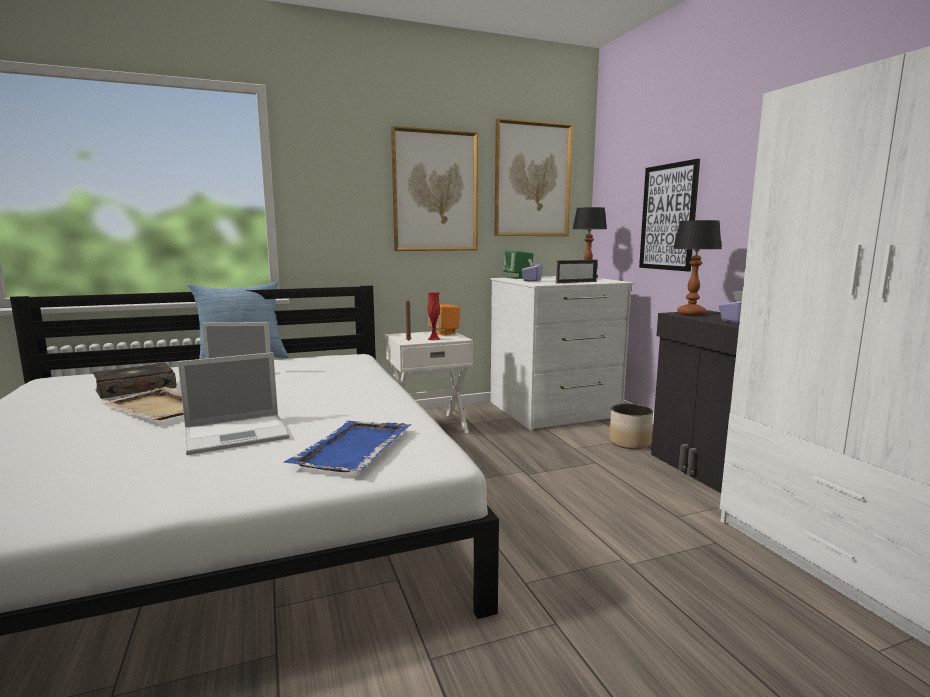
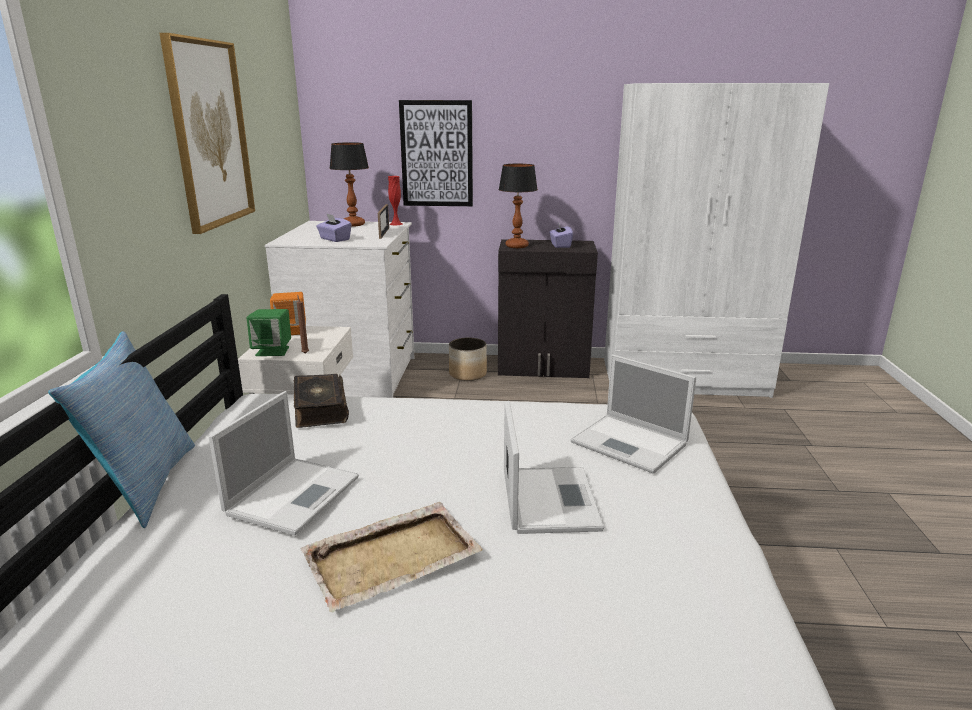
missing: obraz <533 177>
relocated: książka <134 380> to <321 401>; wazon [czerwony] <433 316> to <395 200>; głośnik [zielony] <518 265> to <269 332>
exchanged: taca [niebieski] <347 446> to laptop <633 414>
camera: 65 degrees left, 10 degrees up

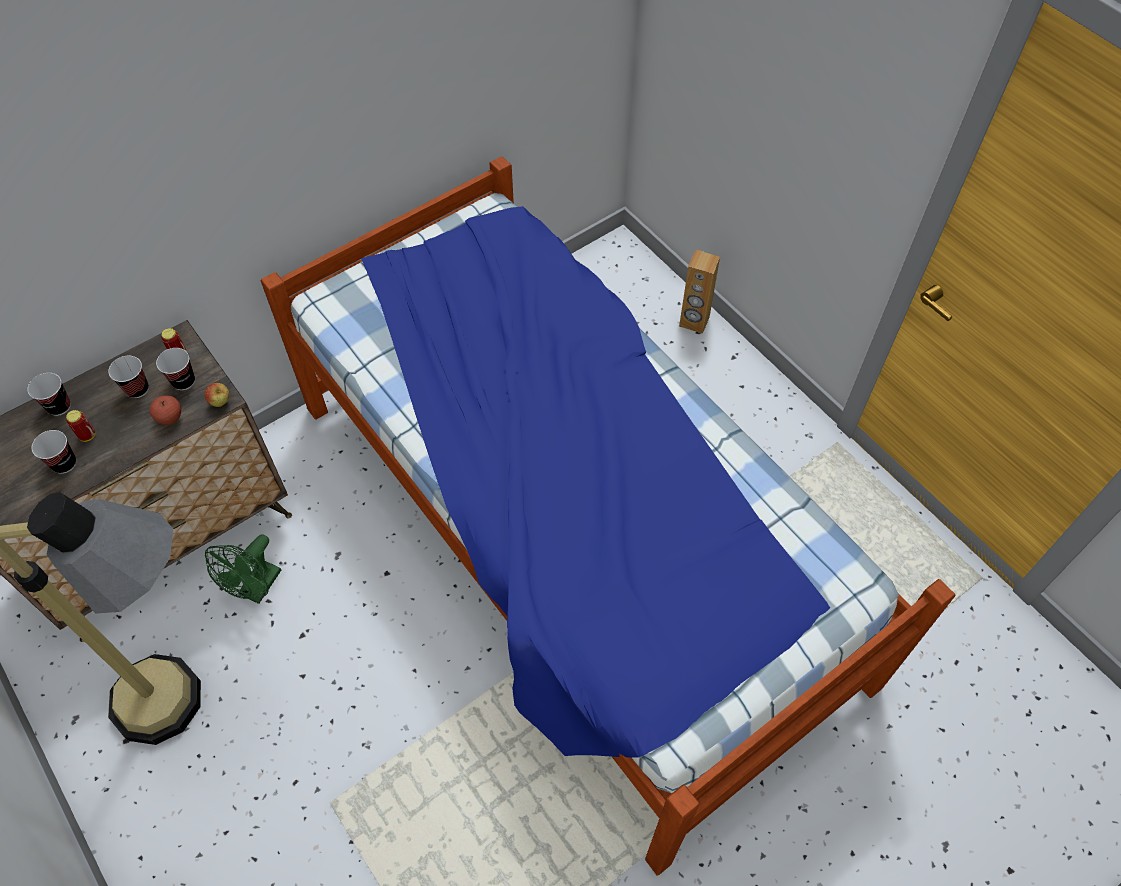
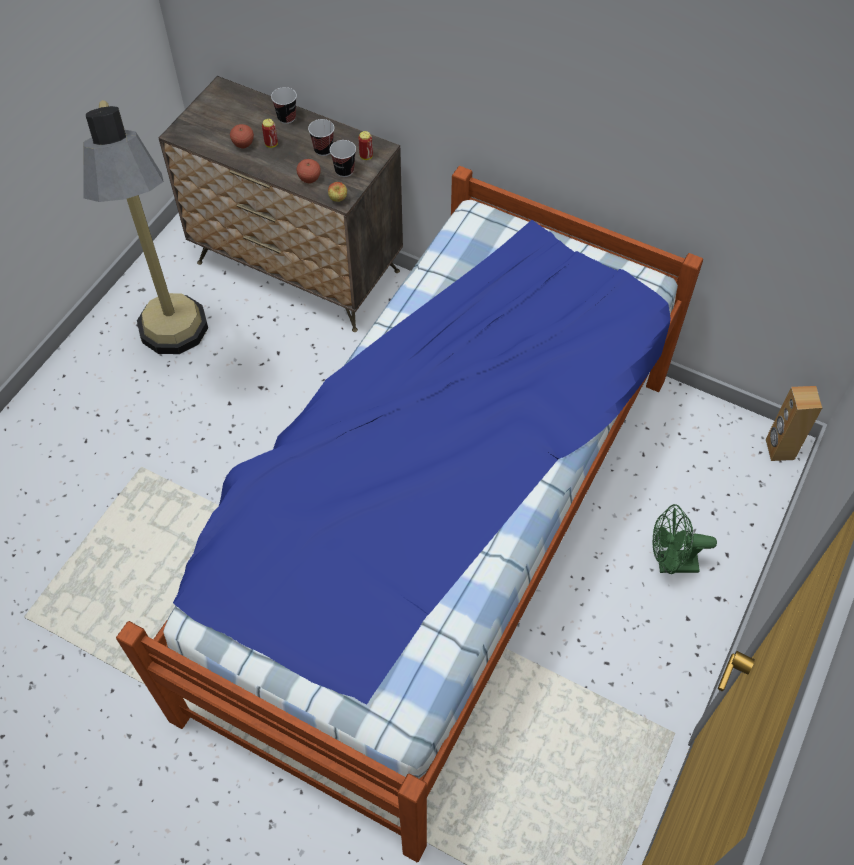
relocated: wentylator [zielony] <243 569> to <684 539>; głośnik [brązowy] <699 292> to <794 423>
exchanged: filiżanka <54 452> to jabłko <242 136>
camera: 65 degrees right, 0 degrees up

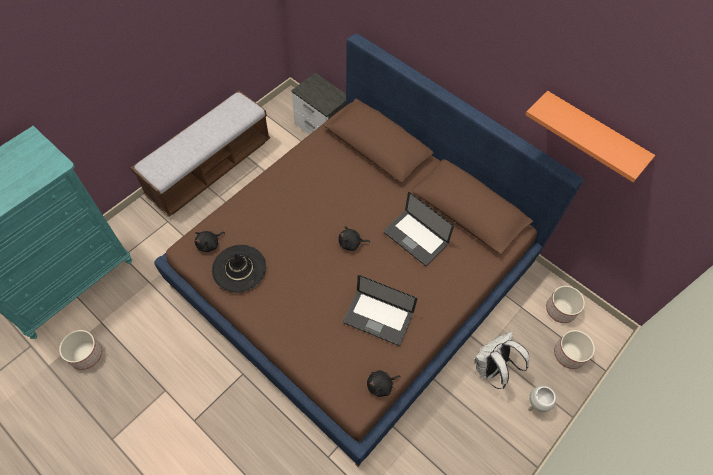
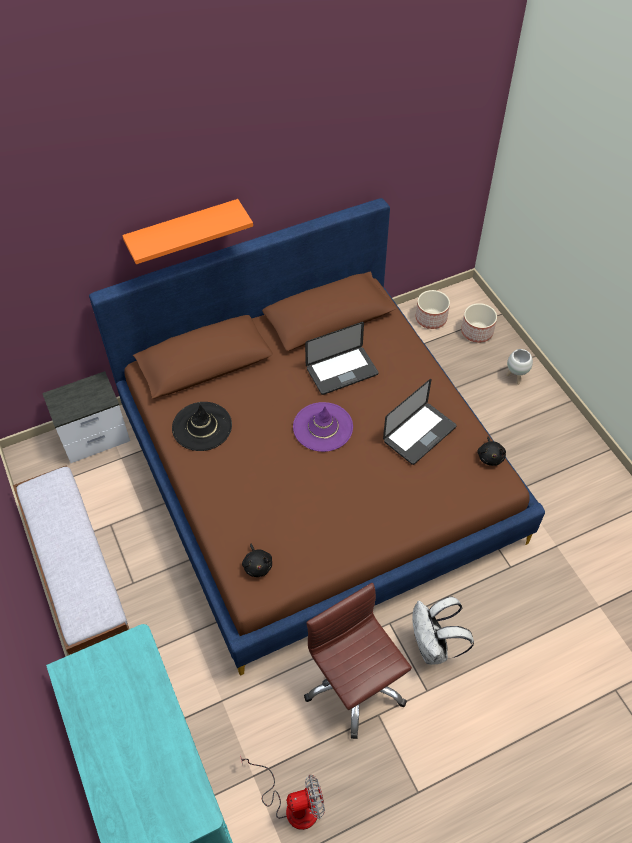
appeared: krzesło biurowe [brązowy] <358 661>
relocated: kapelusz [czarny] <239 269> to <202 426>; plecak [biały] <502 360> to <443 630>; półka [pomarańczowy] <590 136> to <187 231>
exchanged: donica <81 350> to wentylator <282 792>; pluszak [czarny] <354 238> to kapelusz [fioletowy] <323 427>
camera: 65 degrees left, 5 degrees down

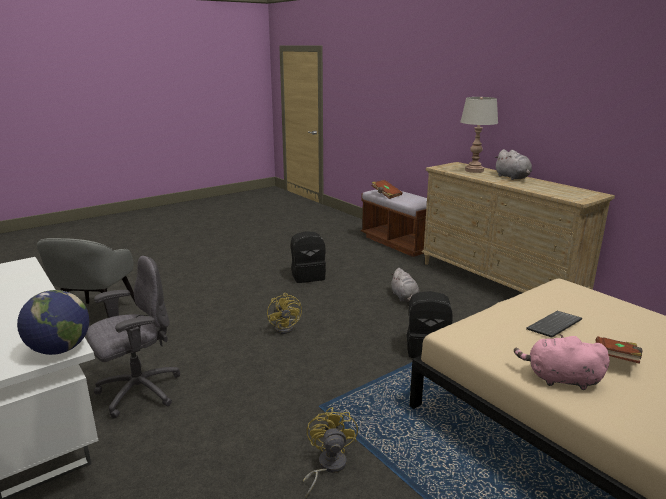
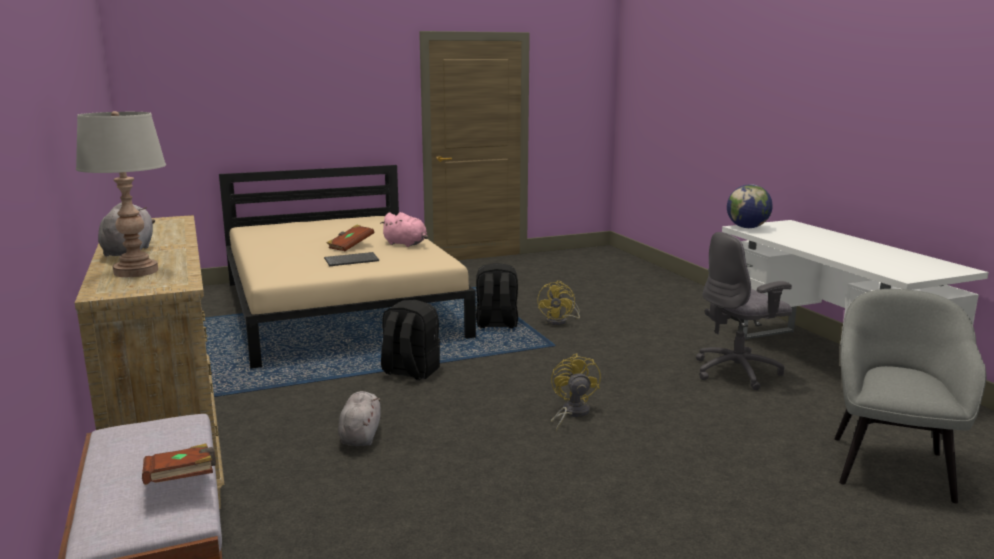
relocated: plecak [czarny] <308 257> to <497 295>
camera: 165 degrees left, 5 degrees down

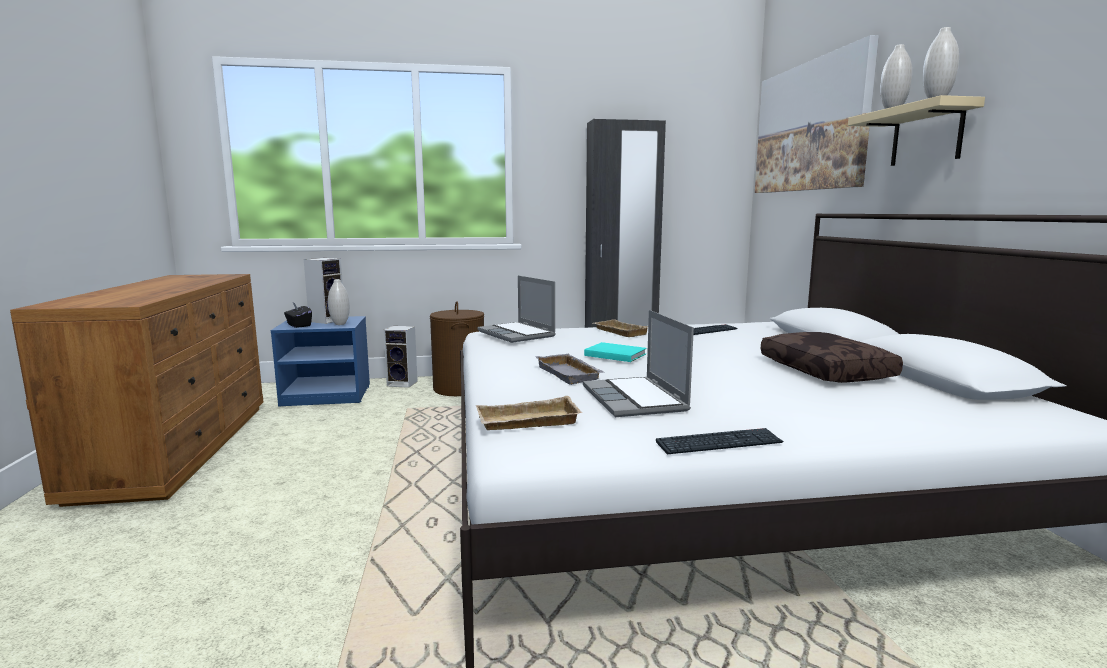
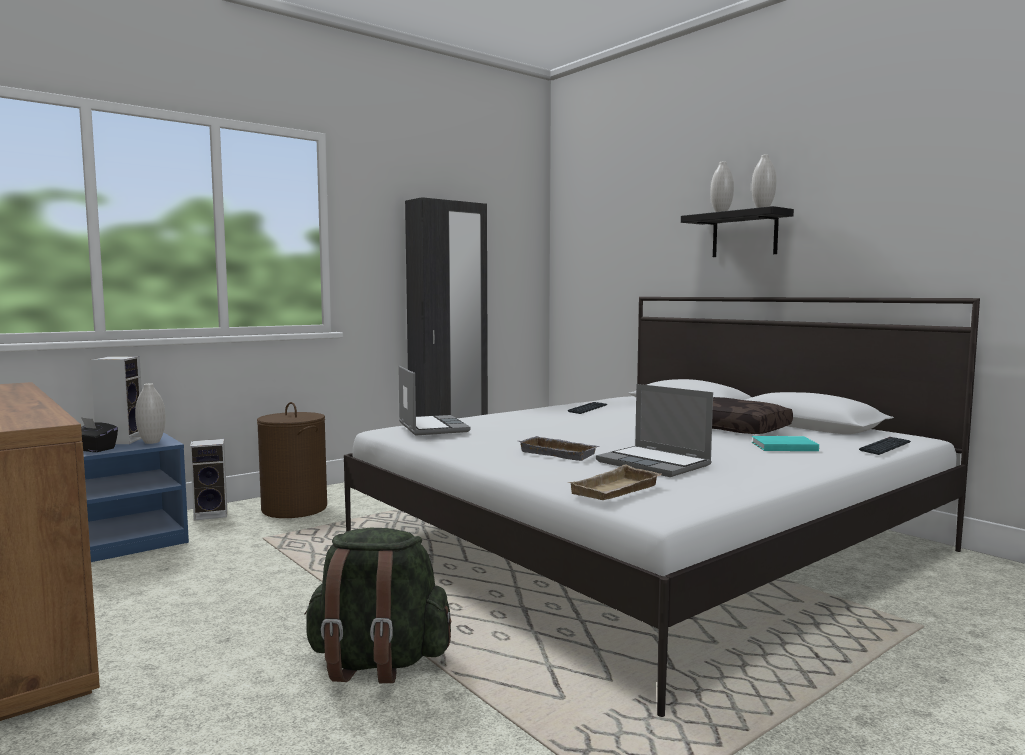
missing: taca [beżowy] <620 328>; obraz <817 114>
appeared: plecak [zielony] <377 605>
relocated: książka [turkusowy] <615 352> to <785 443>; klawiatura <719 441> to <885 446>
colour: półka [beżowy] <916 130> to półka [czarny] <737 231>
spun: laptop <516 309> = <434 401> 135 degrees counterclockwise
camera: 30 degrees left, 5 degrees down

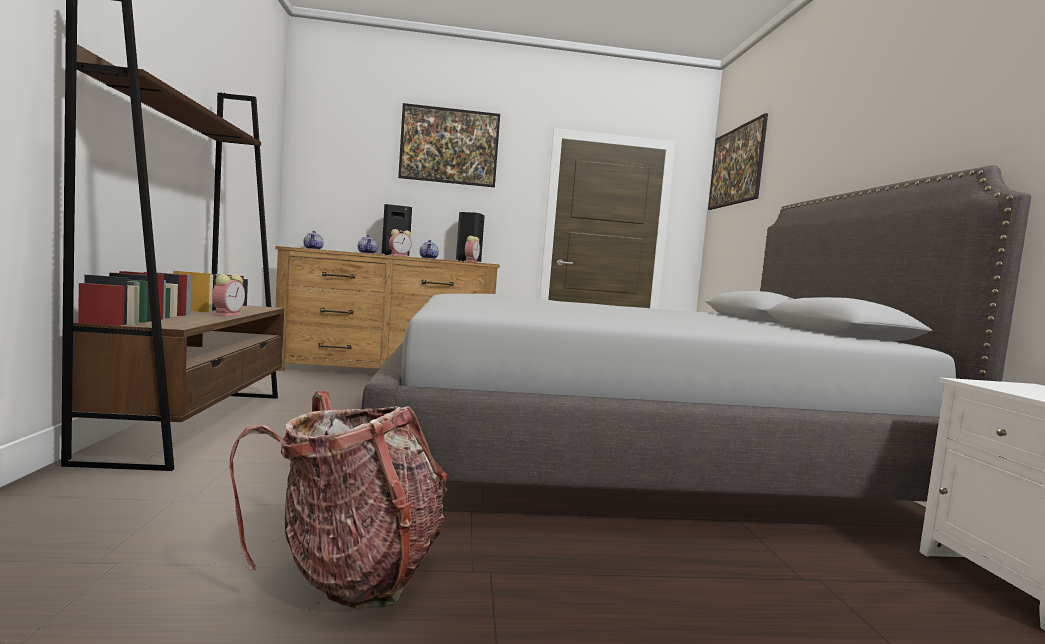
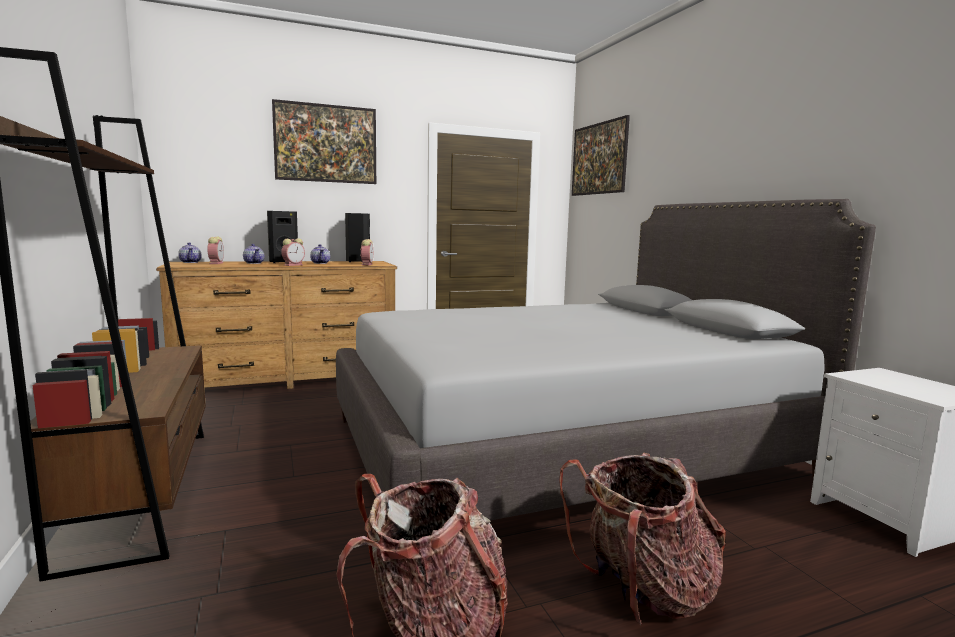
appeared: plecak <642 539>
relocated: budzik <228 295> to <215 250>
camera: 15 degrees left, 5 degrees up

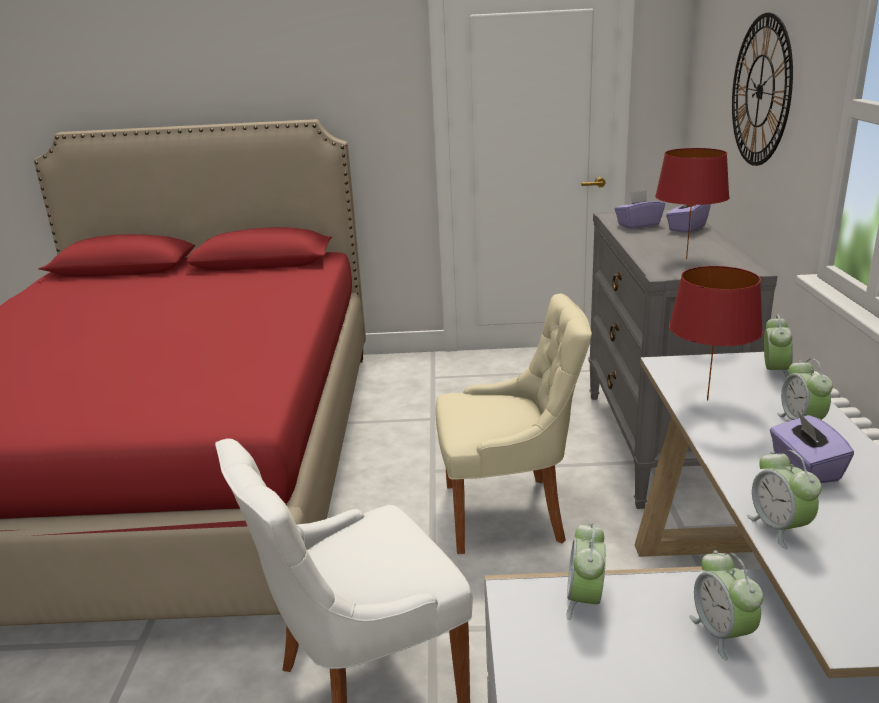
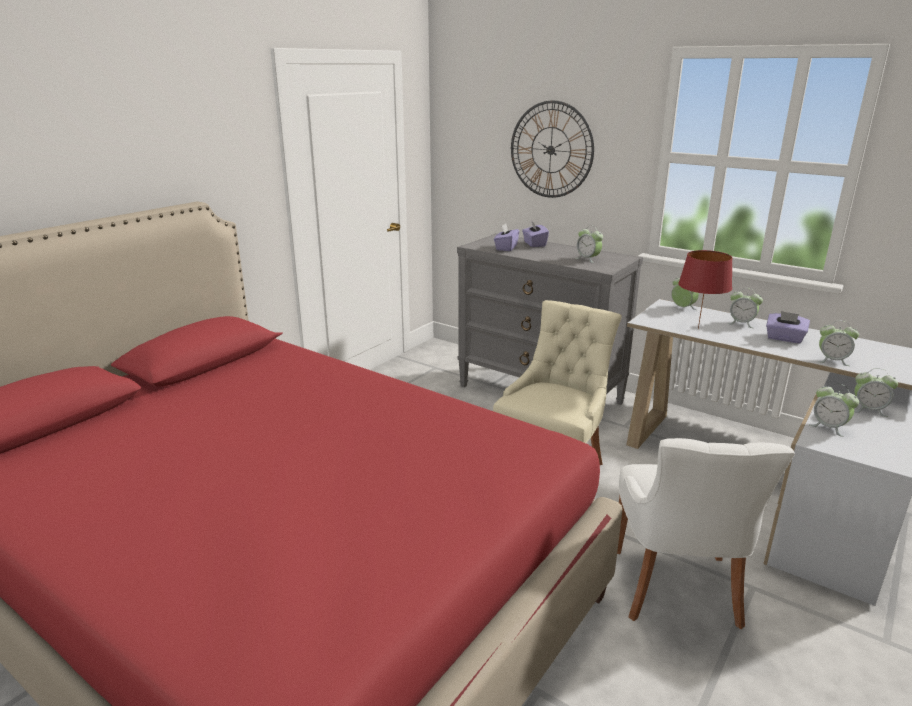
exchanged: lampa stołowa [czerwony] <692 203> to budzik <589 244>
camera: 55 degrees left, 0 degrees up

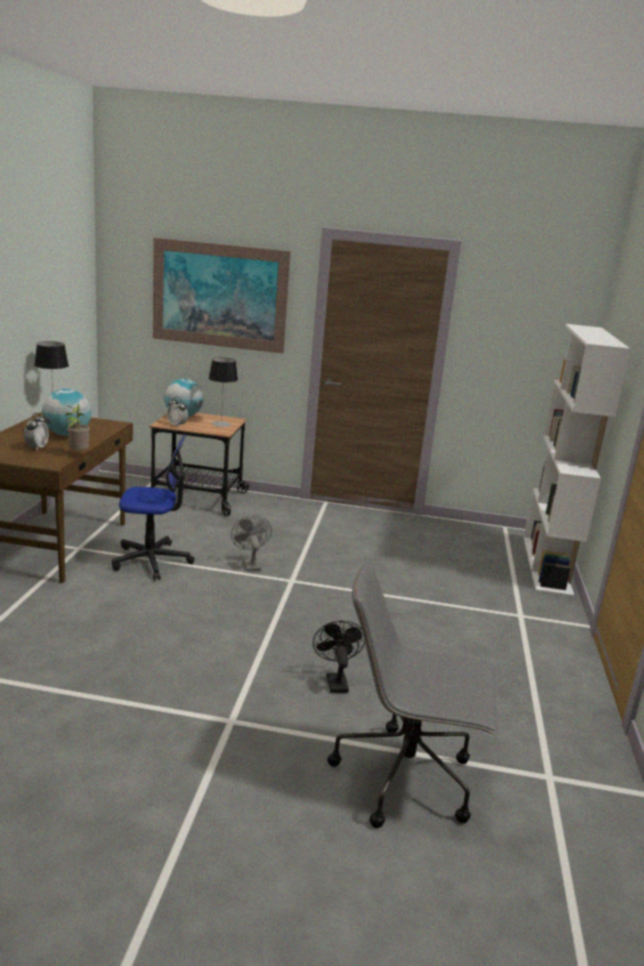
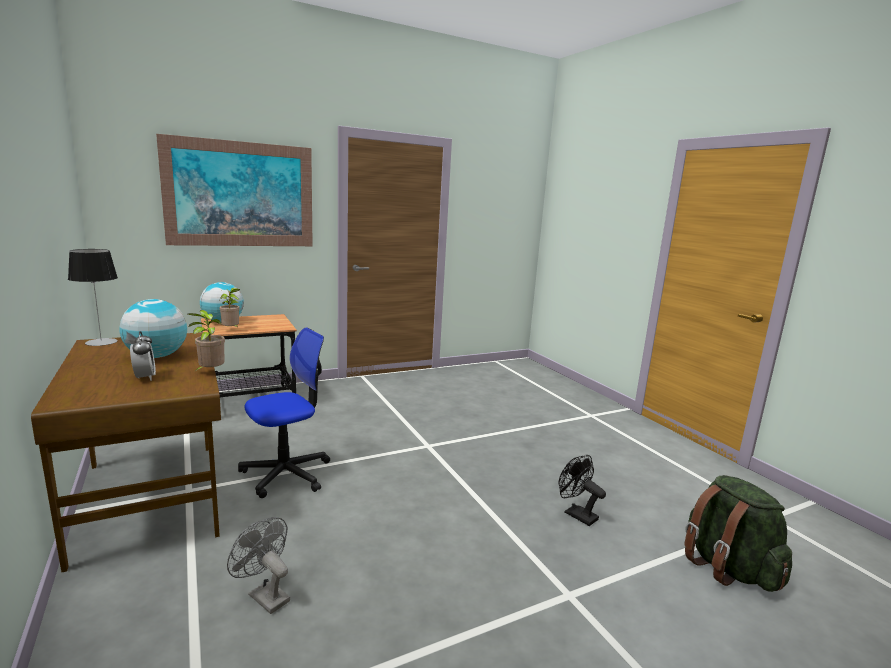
missing: lampa stołowa <223 392>; regał [biały] <576 460>
relocated: wentylator [szary] <251 544> to <258 565>
exchanged: budzik <177 412> to roślina doniczkowa <230 307>; krzesło biurowe [szary] <413 695> to plecak [zielony] <738 533>
camera: 35 degrees left, 5 degrees down

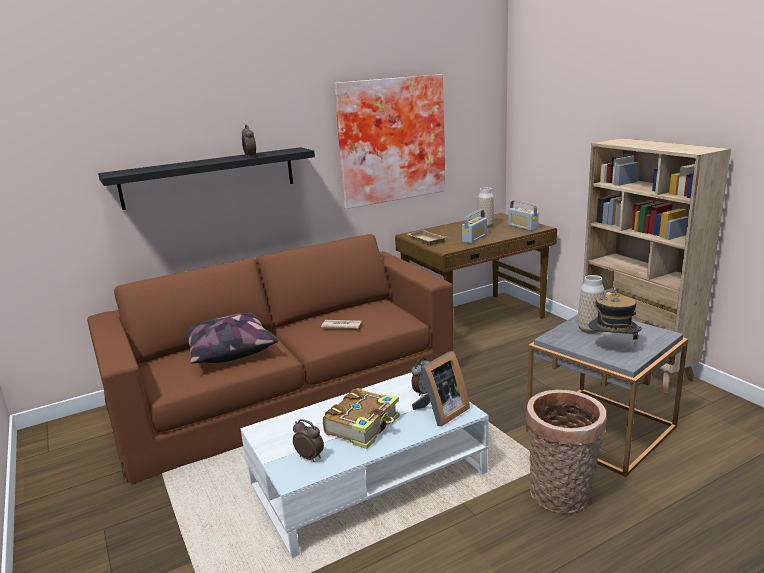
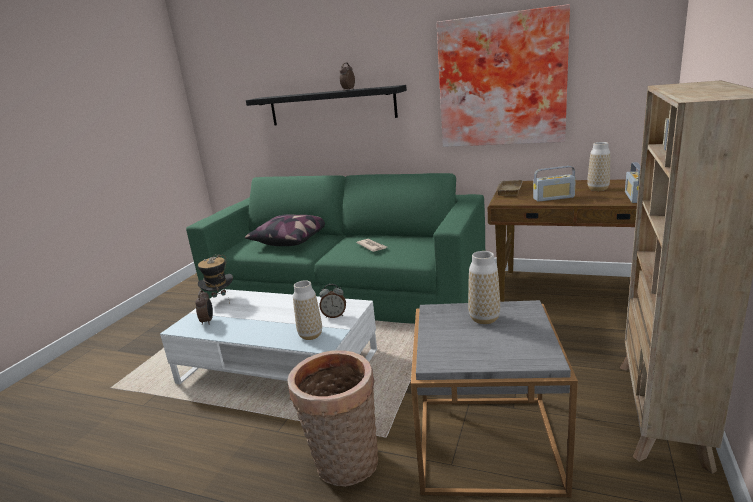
missing: książka <361 418>
relocated: kapelusz <615 317> to <215 279>
exchanged: ramka na zdjęcie <441 388> to wazon <307 310>
colour: kanapa [brązowy] <270 359> to kanapa [zielony] <335 248>
camera: 50 degrees right, 0 degrees up

